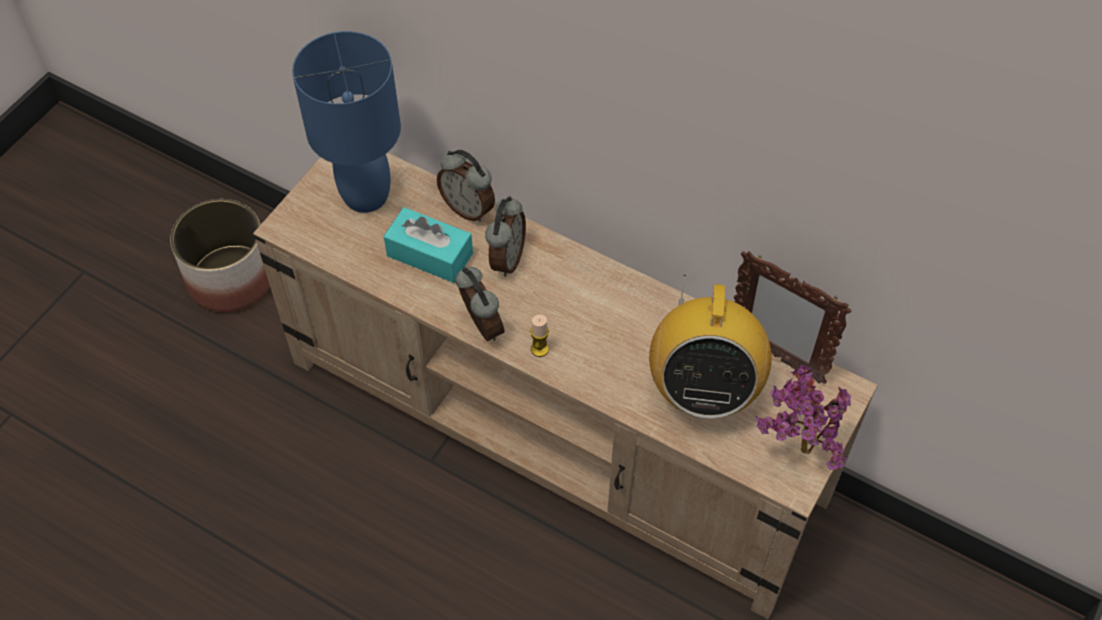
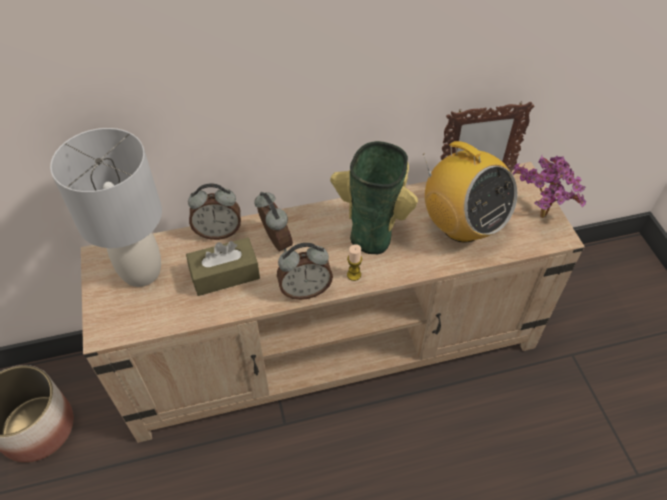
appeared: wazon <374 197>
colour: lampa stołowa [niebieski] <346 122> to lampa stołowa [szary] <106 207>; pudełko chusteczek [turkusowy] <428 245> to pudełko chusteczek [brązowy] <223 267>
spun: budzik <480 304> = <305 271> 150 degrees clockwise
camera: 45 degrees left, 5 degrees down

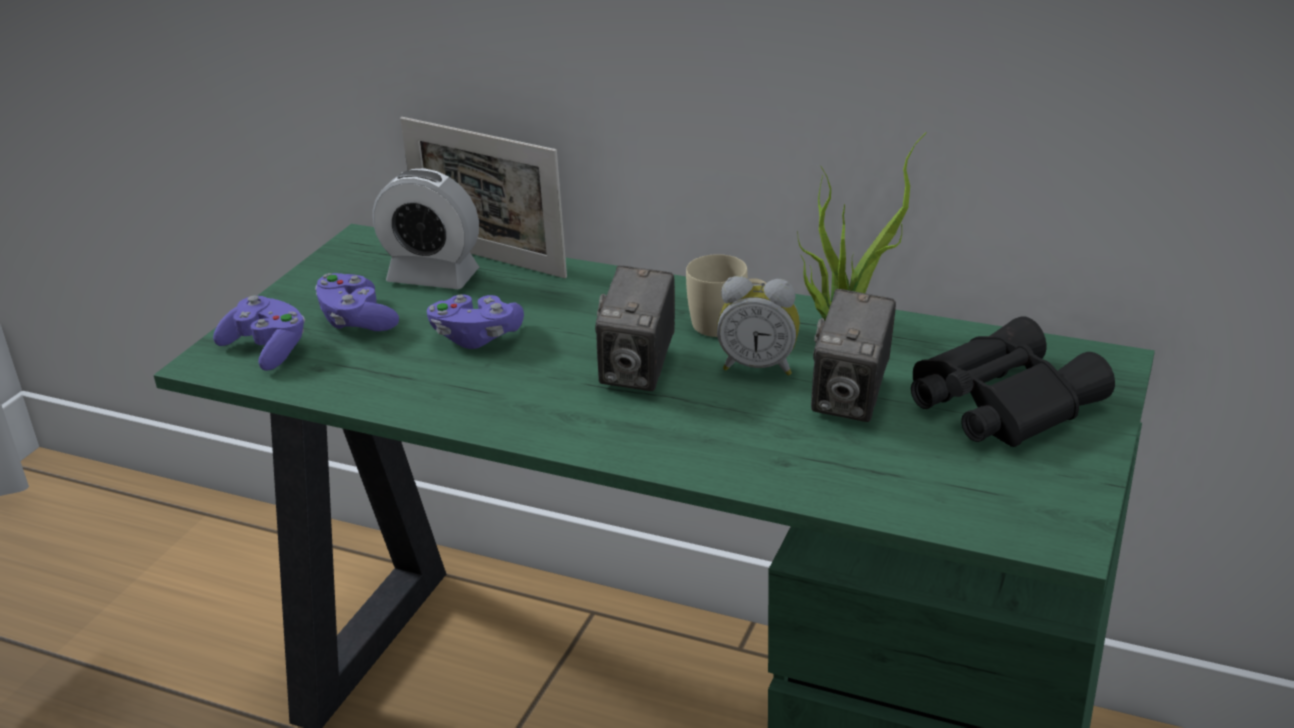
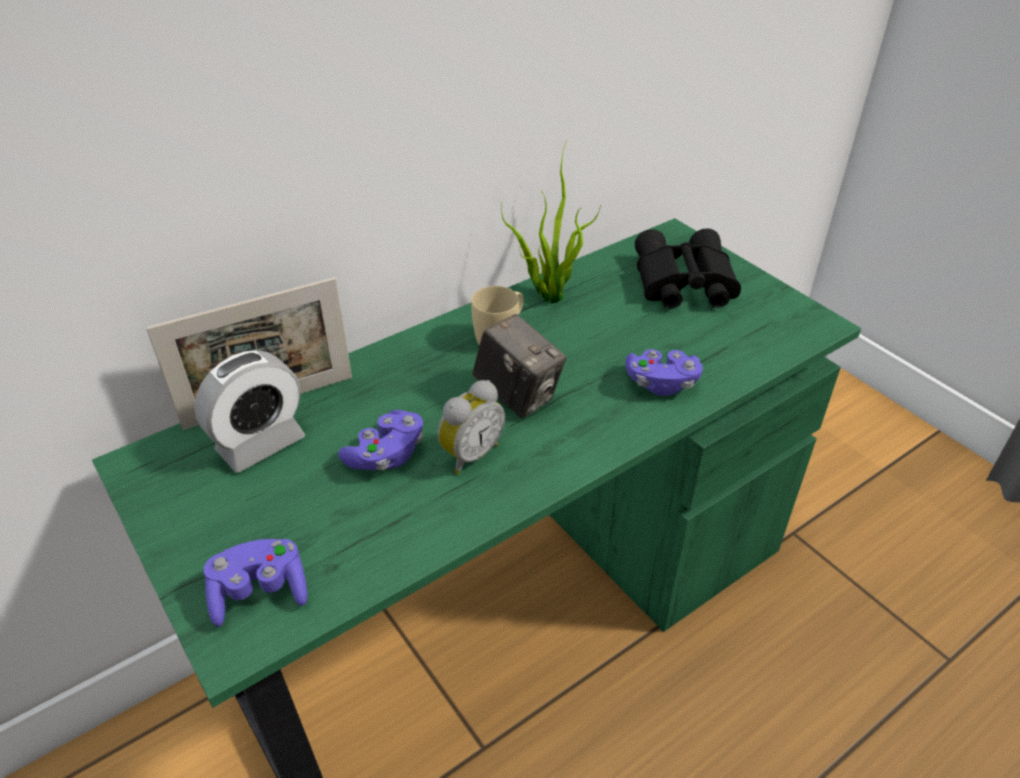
missing: aparat fotograficzny <853 355>
relocated: pad do gier [fioletowy] <357 302> to <664 372>; budzik <758 326> to <471 427>
camera: 60 degrees left, 10 degrees up

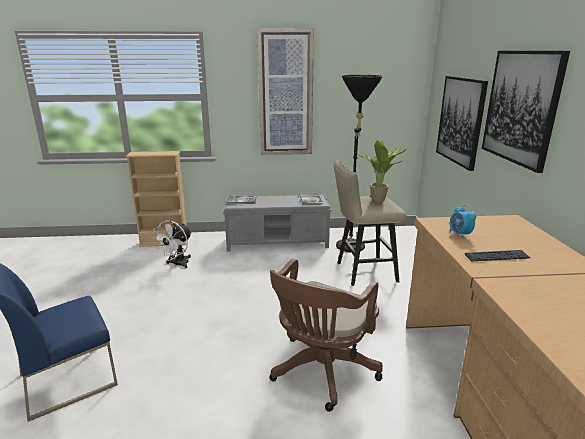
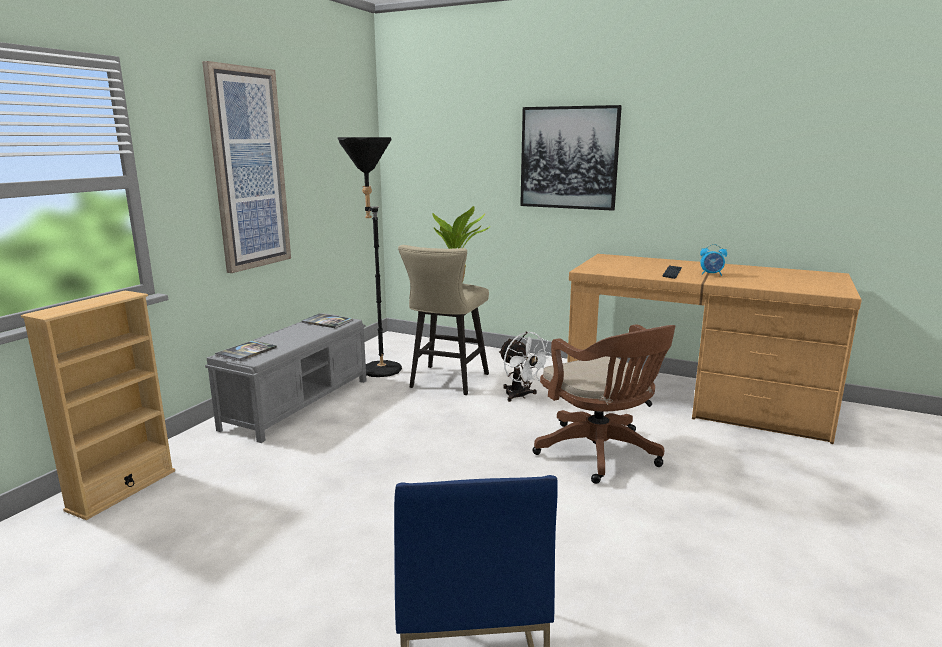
missing: obraz <462 123>
relocated: wentylator [biały] <172 244> to <525 367>; budzik <463 222> to <713 260>
camera: 60 degrees left, 5 degrees down

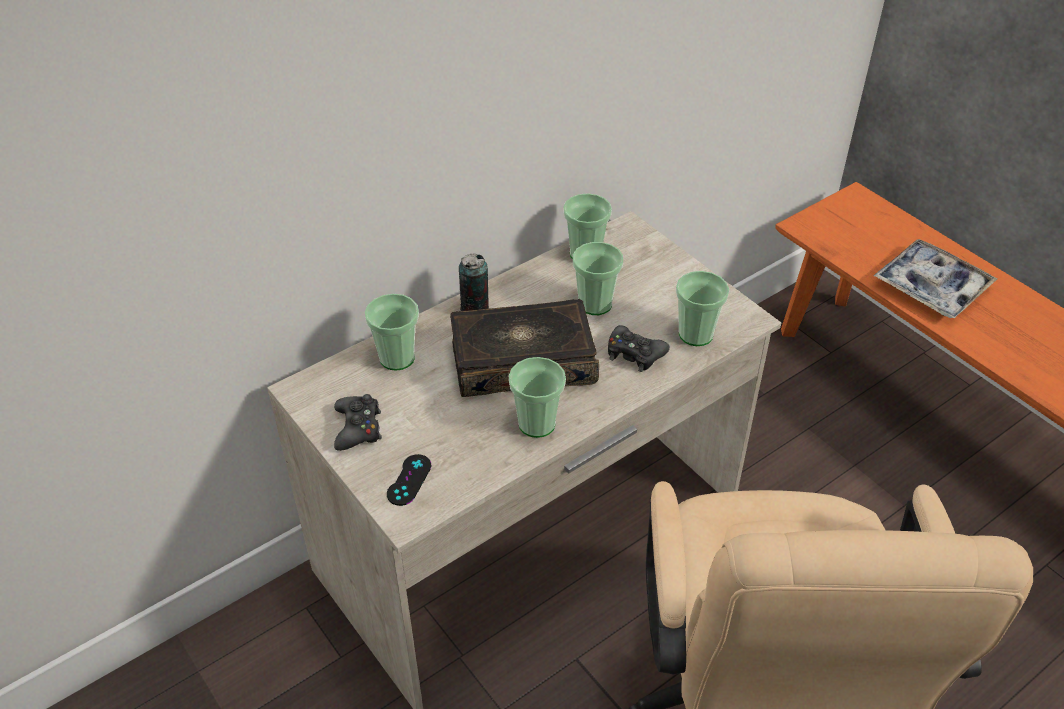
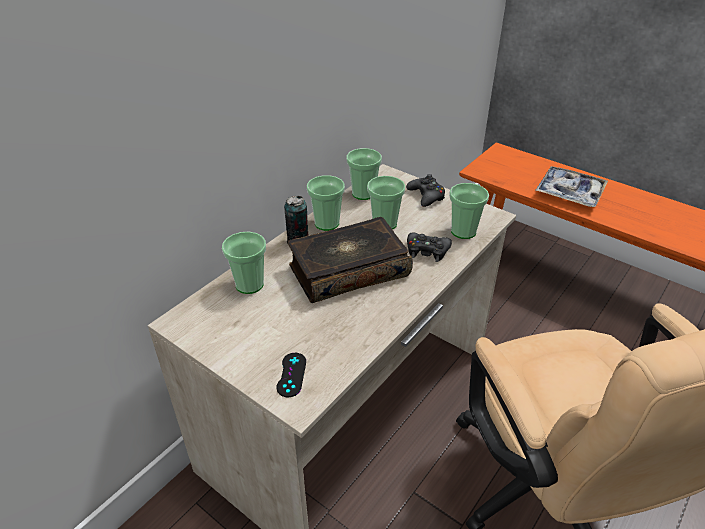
relocated: pad do gier [czarny] <358 422> to <425 190>; filiżanka <537 397> to <326 203>
camera: 15 degrees left, 5 degrees down

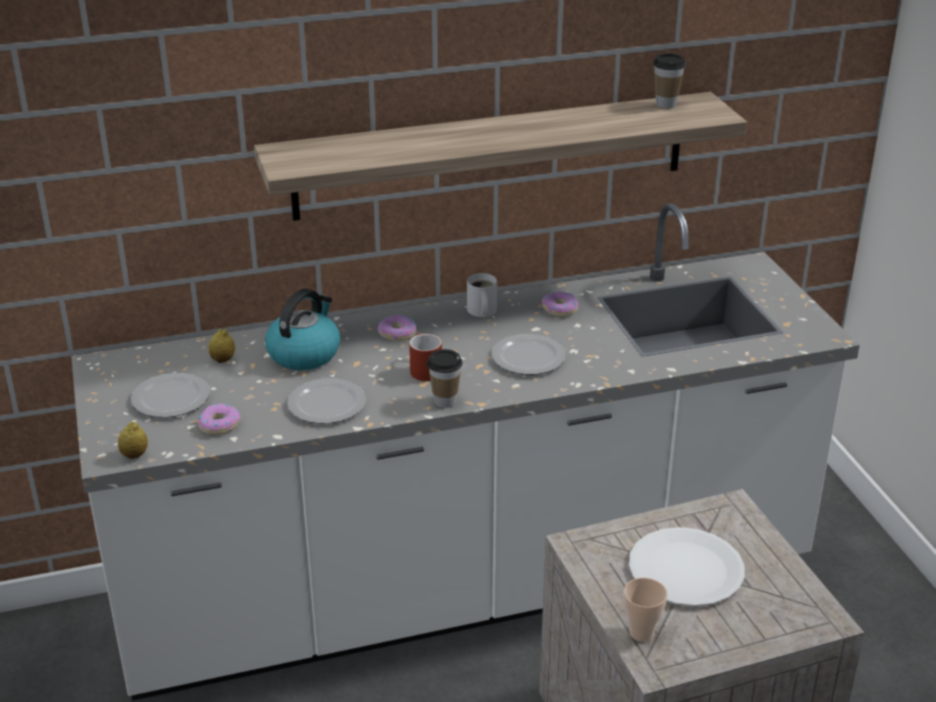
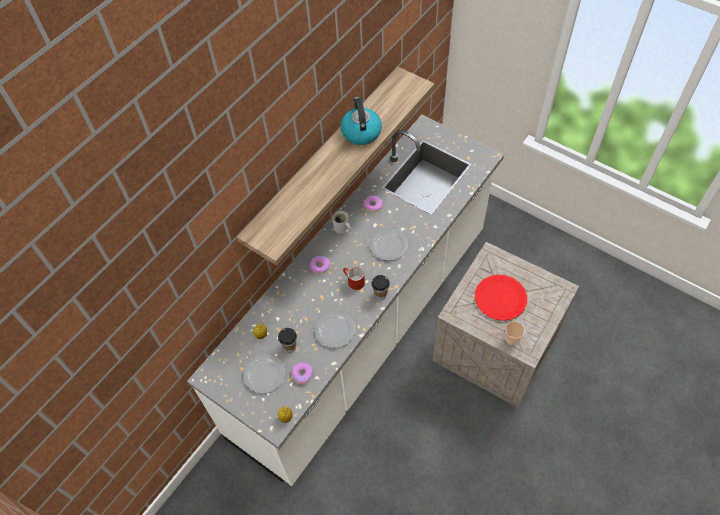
relocated: czajnik <302 329> to <361 121>; filiżanka <669 81> to <287 340>
colour: talerz [biały] <687 566> to talerz [czerwony] <501 298>
camera: 35 degrees left, 25 degrees up

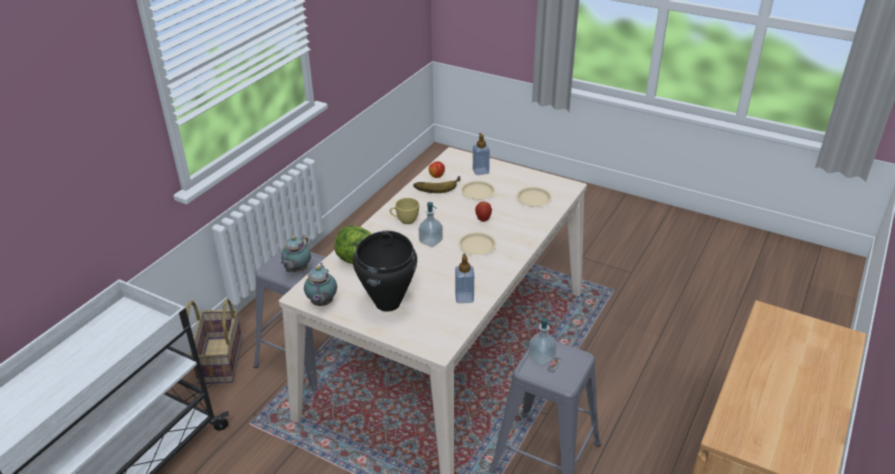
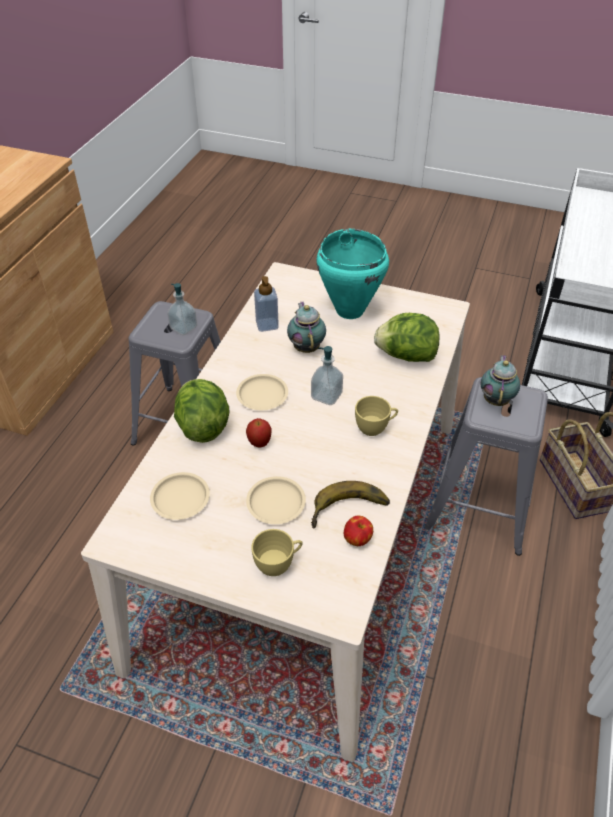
appeared: sałata <201 411>
relocated: imbryk <320 284> to <306 327>
exchanged: dozownik mydła <481 154> to filiżanka [żółty] <276 552>
colour: garnek [czarny] <385 271> to garnek [turkusowy] <353 274>
camera: 170 degrees right, 10 degrees up

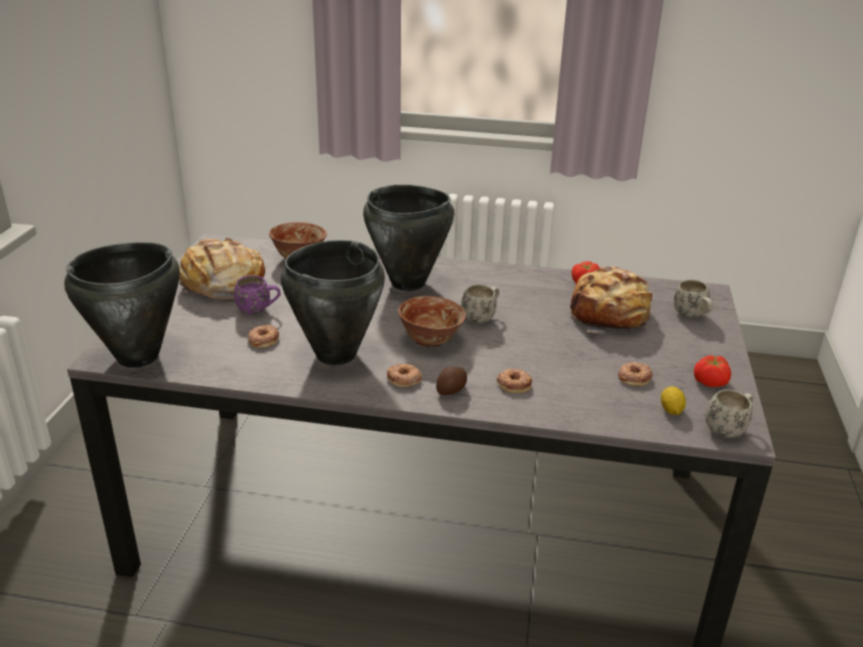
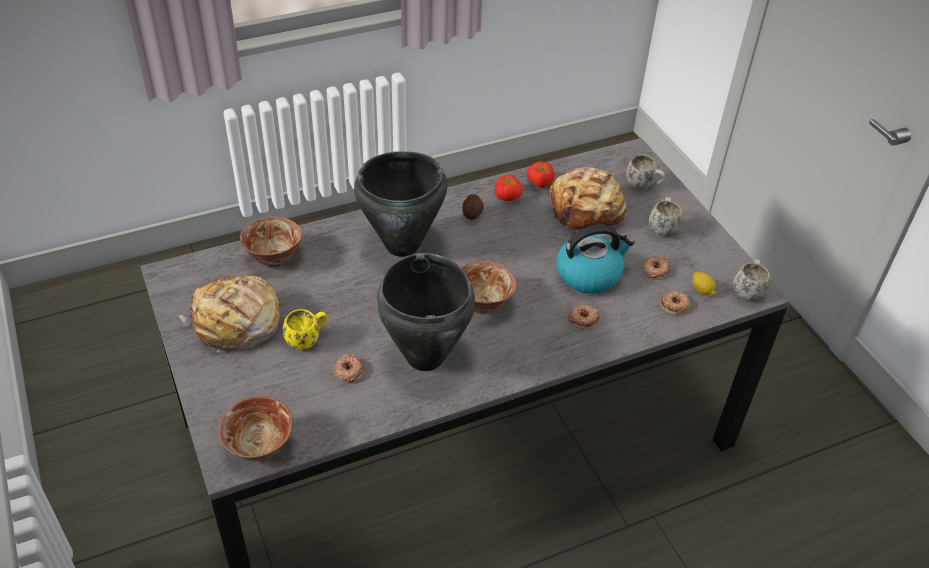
appeared: czajnik <595 259>
relocated: donut <404 375> to <675 302>; ziemniak <451 380> to <473 207>; kubek [biały] <480 303> to <665 216>; pomidor <712 371> to <508 187>
exchanged: garnek [czarny] <122 305> to miska <255 428>
colour: kubek [fioletowy] <257 294> to kubek [żółty] <305 329>
camera: 35 degrees left, 15 degrees up

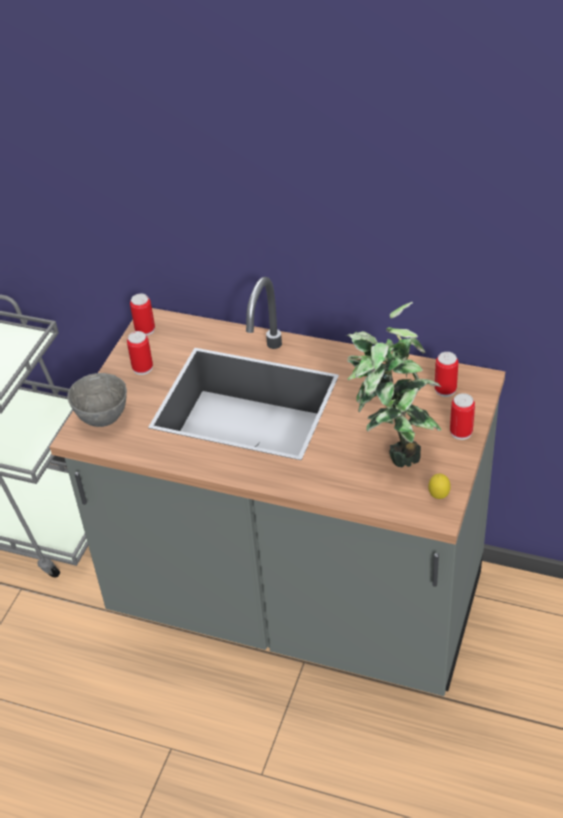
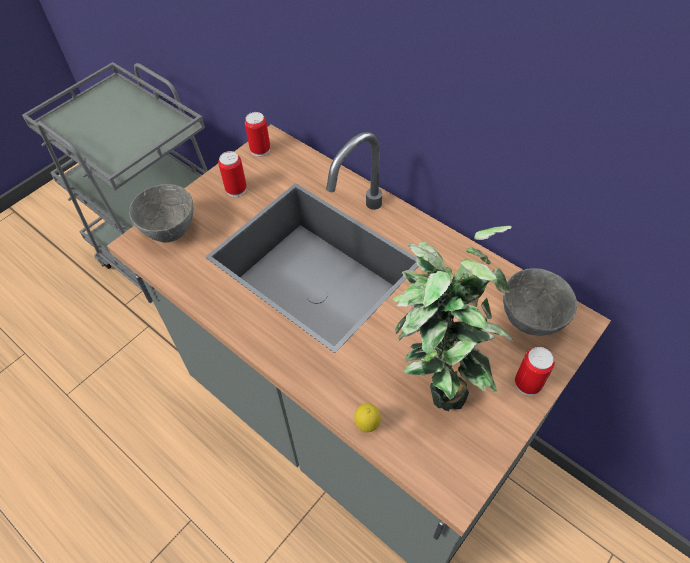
relocated: cytryna <439 486> to <367 417>
exchanged: puszka <446 374> to miska [szary] <540 302>
camera: 20 degrees right, 10 degrees up

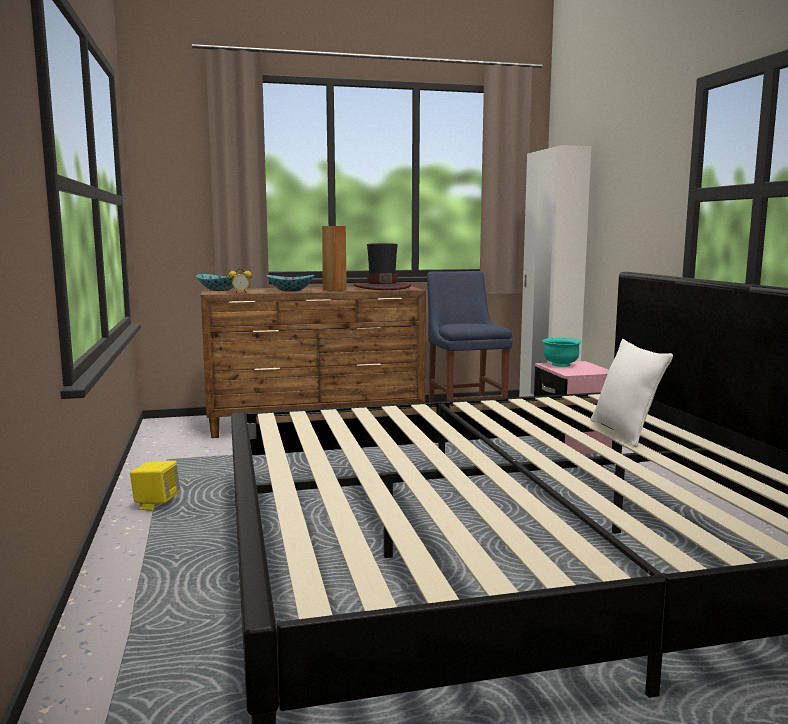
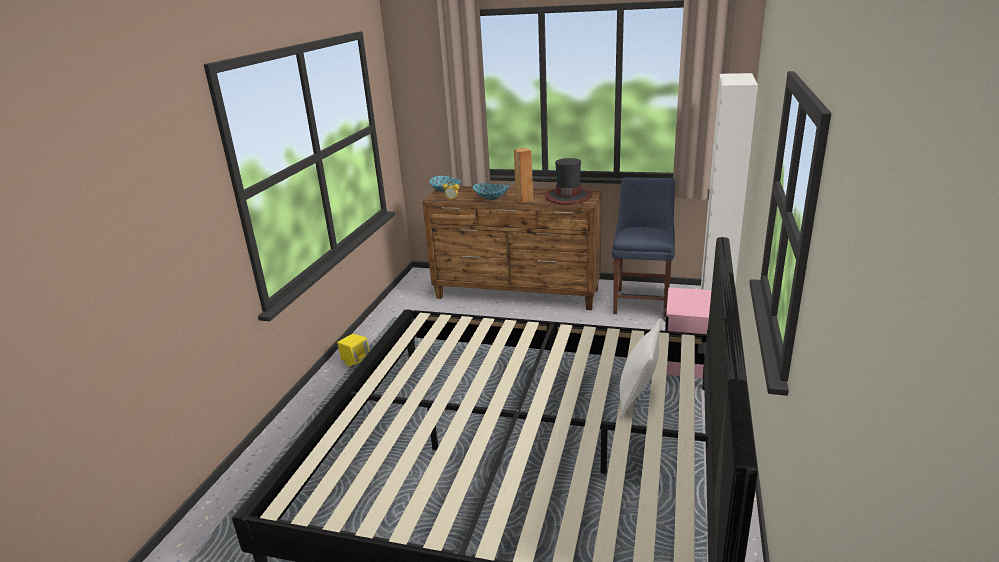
missing: miska [turkusowy] <562 352>
camera: 30 degrees right, 15 degrees up

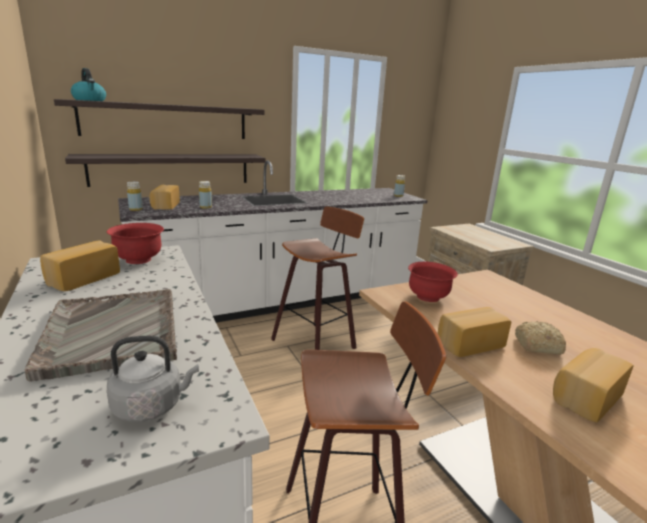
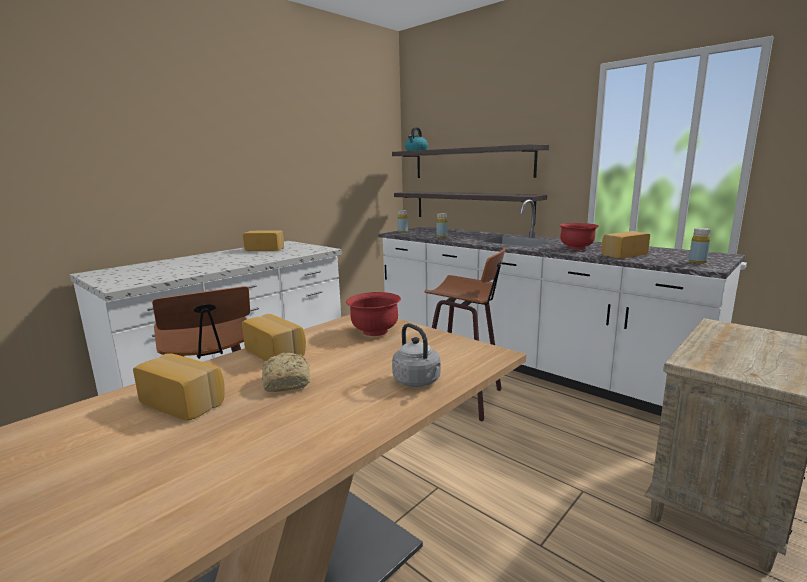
missing: taca [szary] <101 335>
relocated: miska [czerwony] <135 243> to <579 236>; czajnik [szary] <153 379> to <416 355>; chleb <164 197> to <625 244>
camera: 70 degrees right, 5 degrees down

